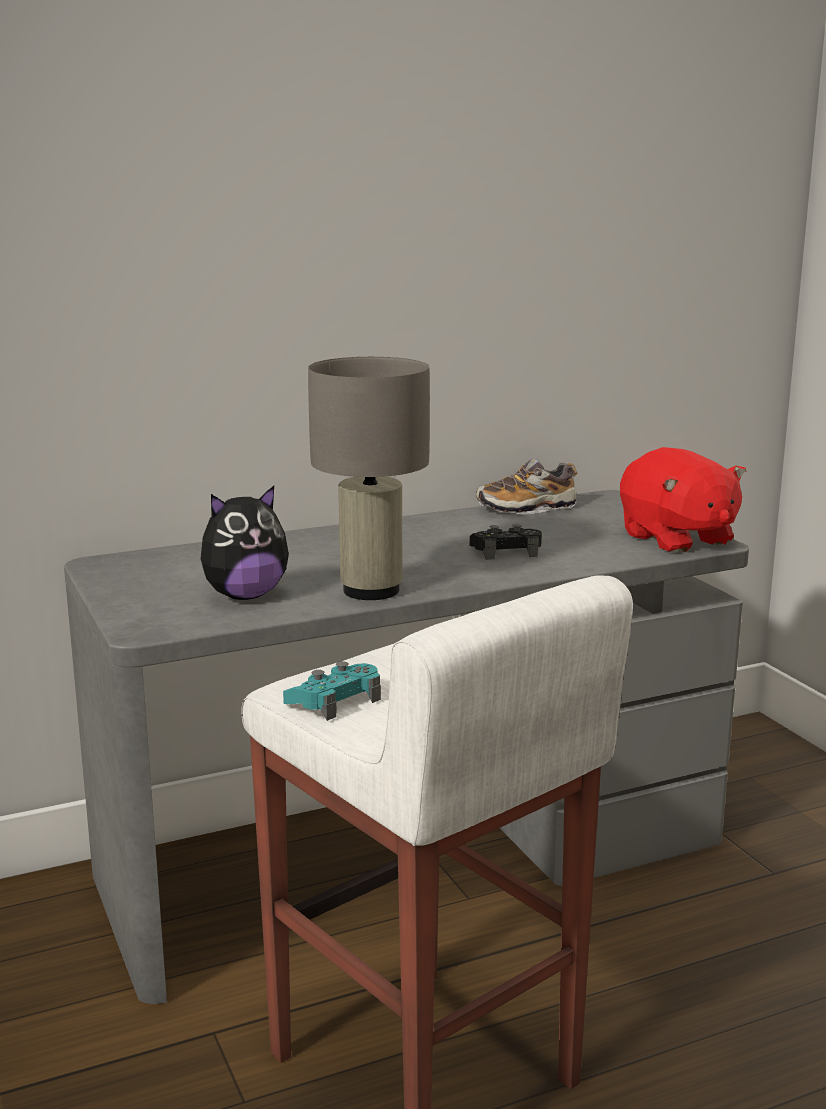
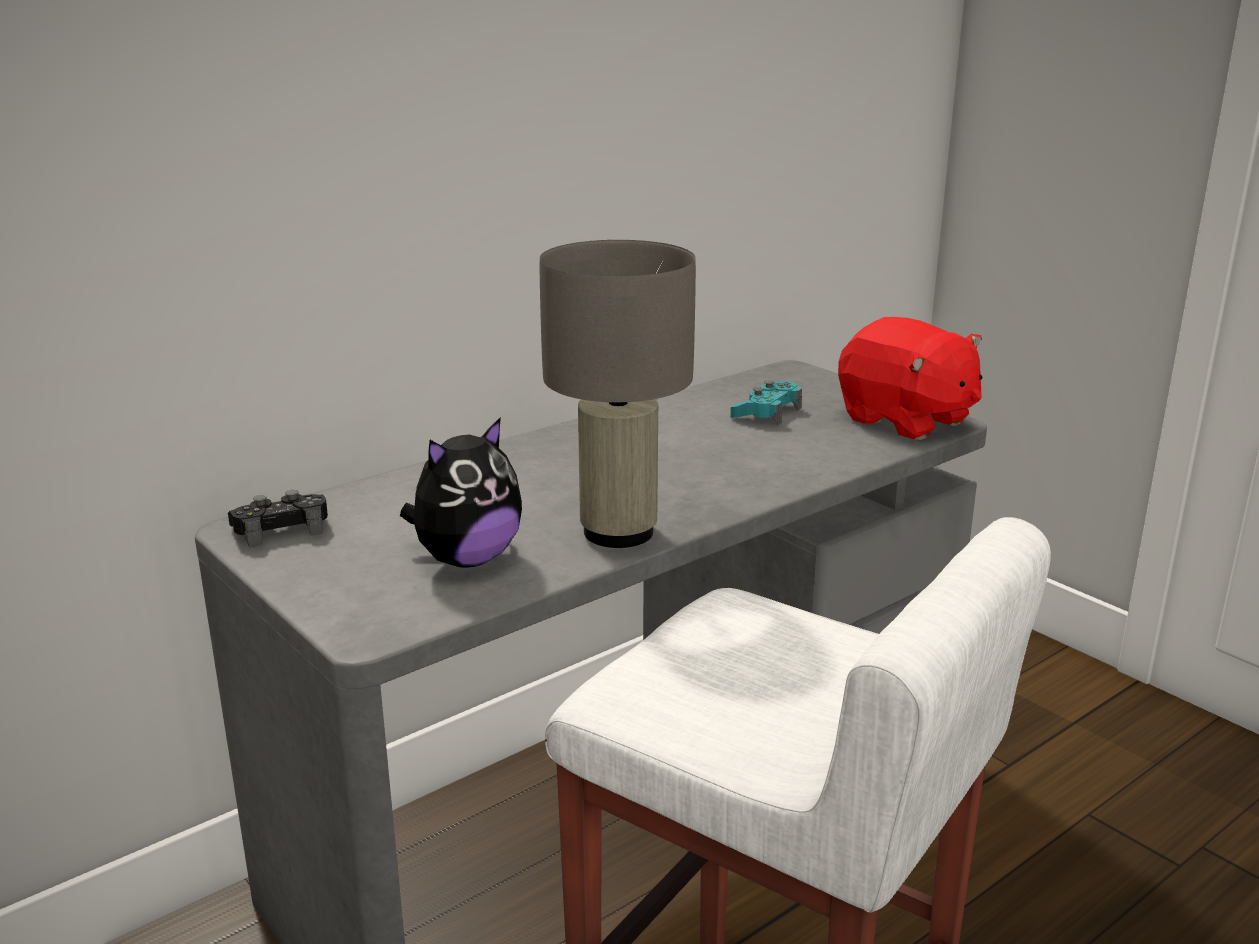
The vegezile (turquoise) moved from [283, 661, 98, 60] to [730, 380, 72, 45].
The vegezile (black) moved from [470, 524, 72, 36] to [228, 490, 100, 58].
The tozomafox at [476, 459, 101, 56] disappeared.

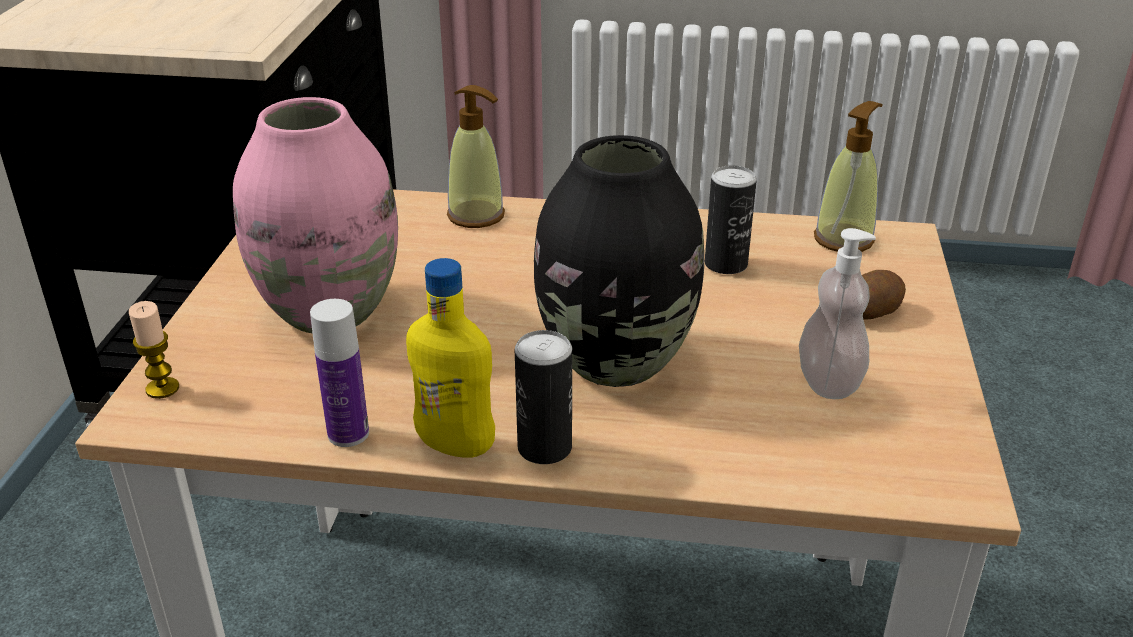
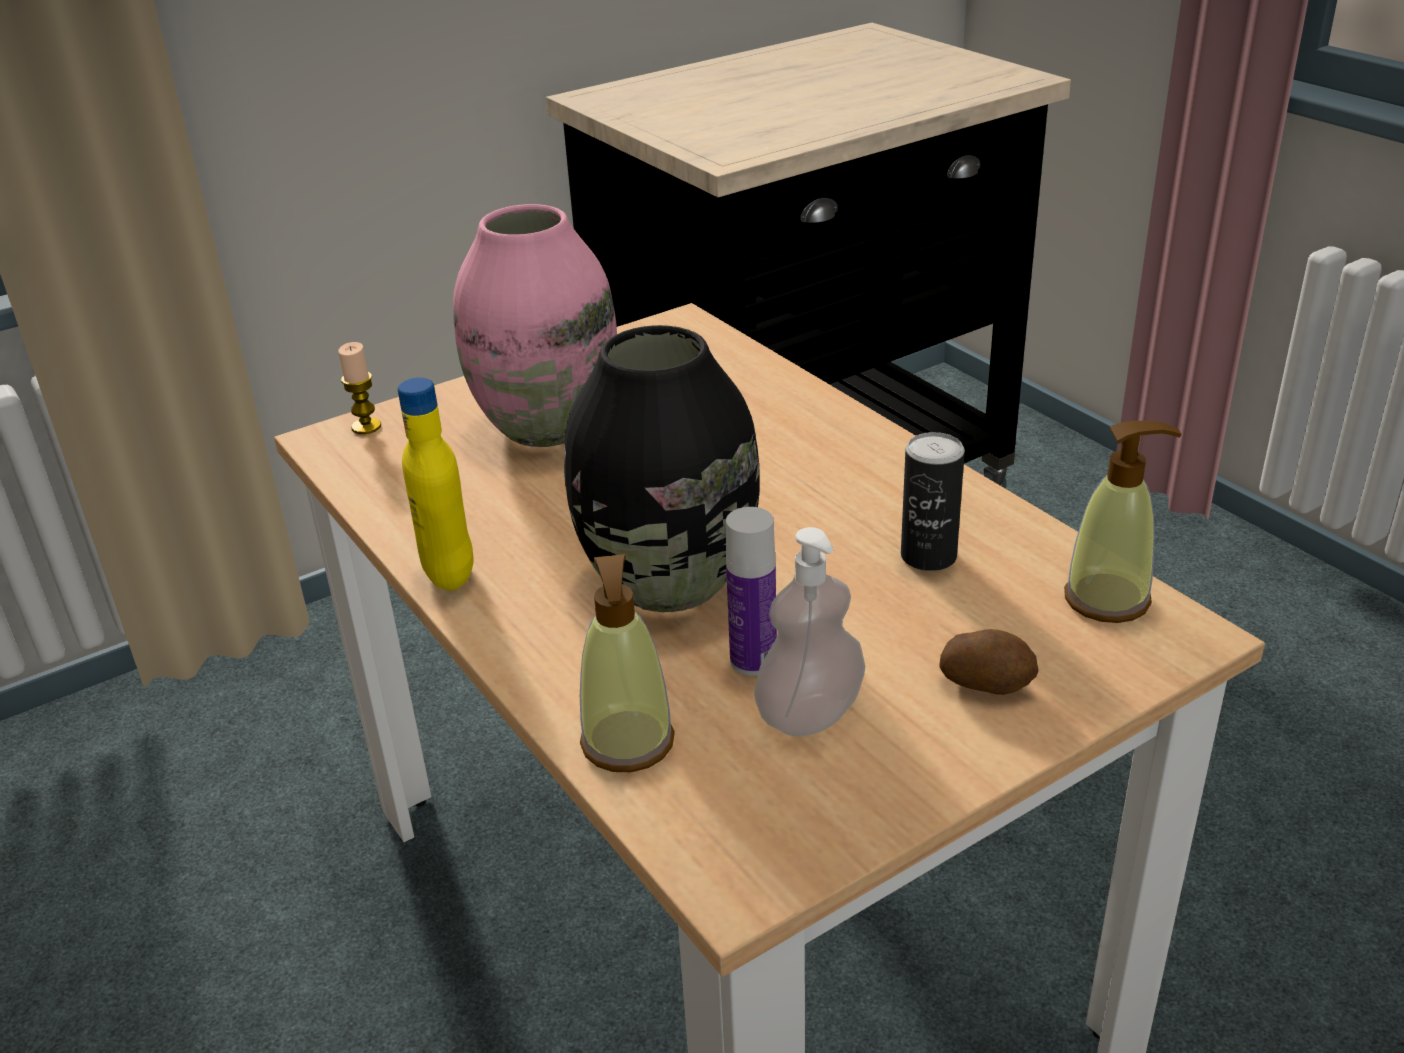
The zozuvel moved from [310, 299, 59, 148] to [726, 507, 51, 169].
The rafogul moved from [447, 85, 58, 143] to [580, 554, 95, 218].
The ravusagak at [515, 330, 57, 134] disappeared.

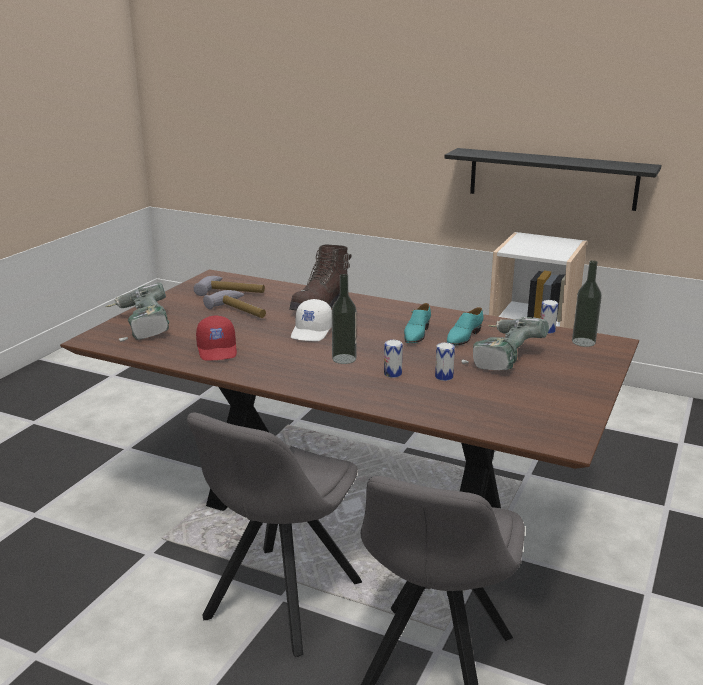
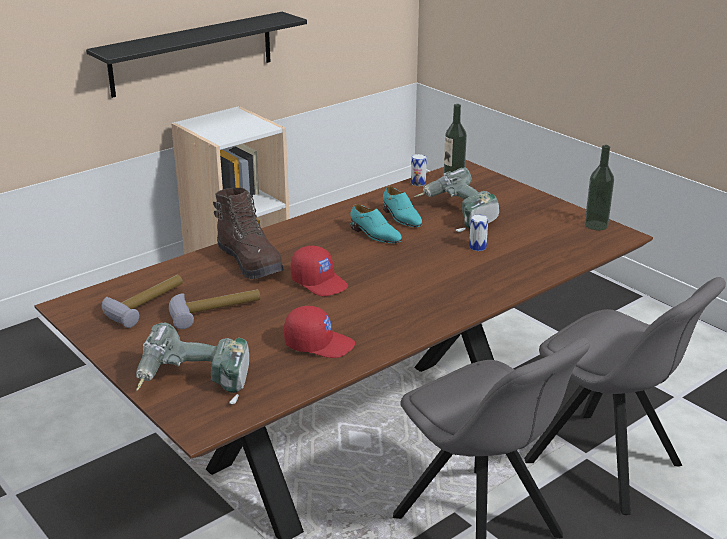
The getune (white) at [291, 299, 41, 42] became the getune (red) at [291, 246, 57, 50].
The zozuvel moved from [332, 274, 25, 90] to [585, 145, 29, 85].
The ravusagak at [384, 340, 19, 38] disappeared.

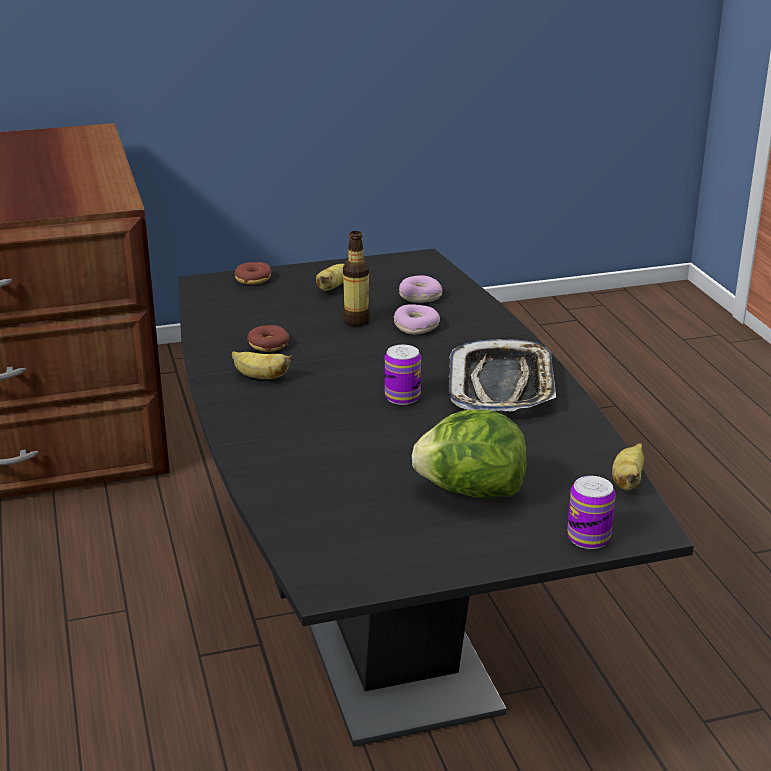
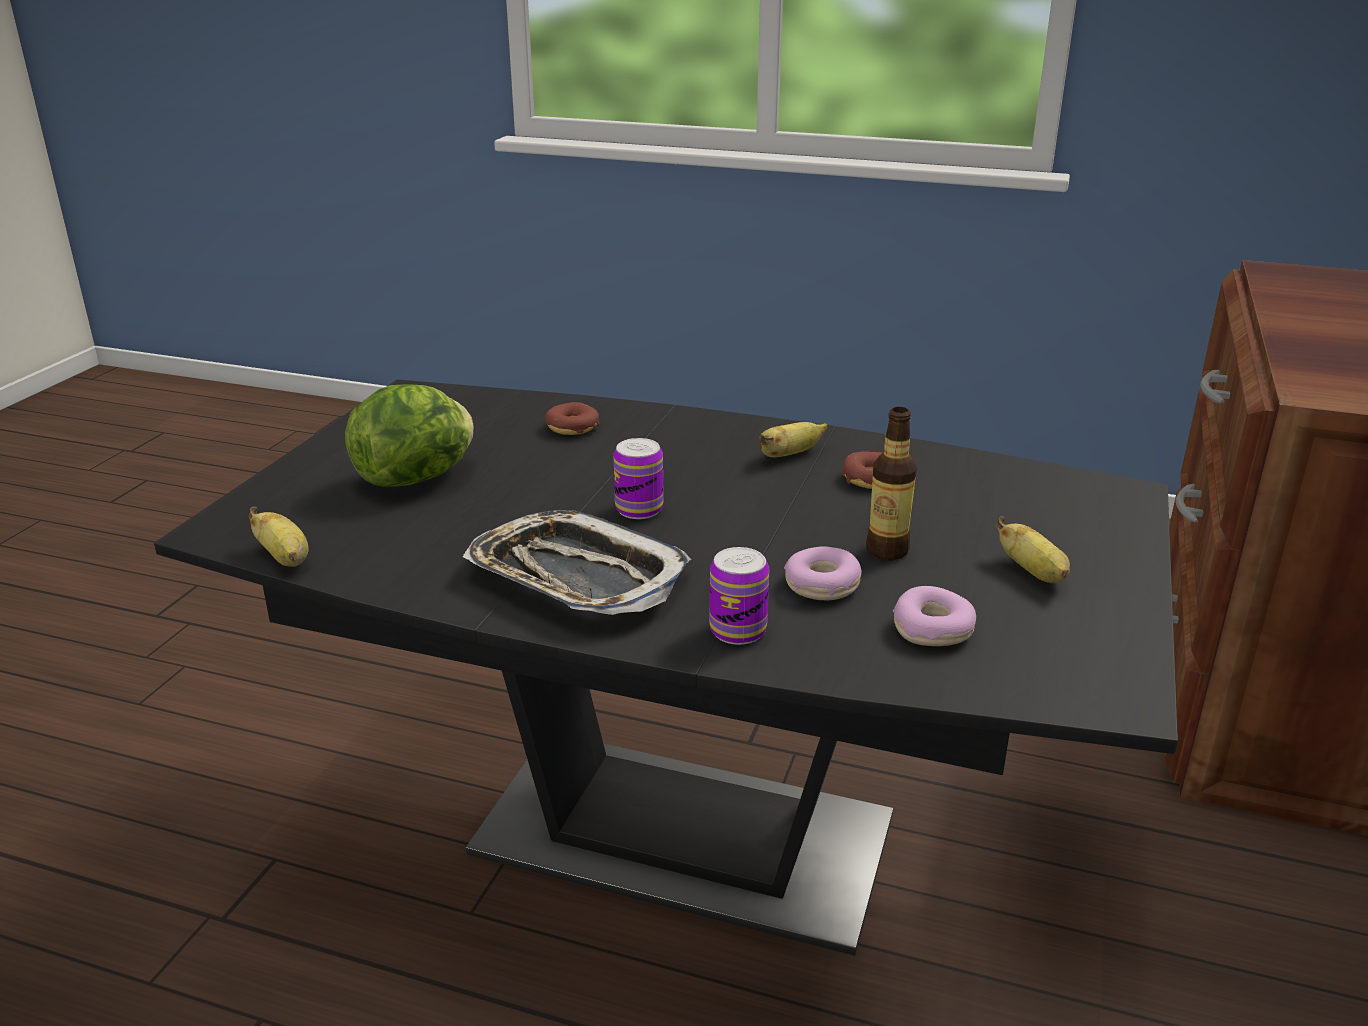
The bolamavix moved from [234, 262, 37, 22] to [545, 402, 54, 33].
The ravusagak moved from [567, 476, 48, 73] to [709, 547, 60, 98].

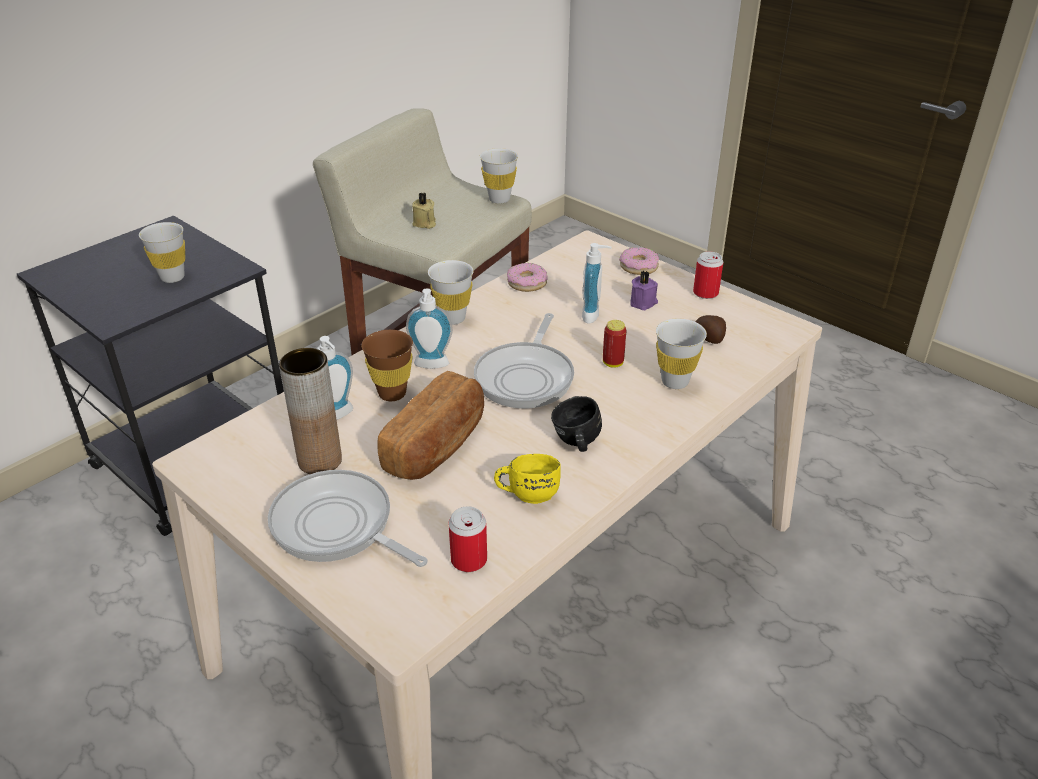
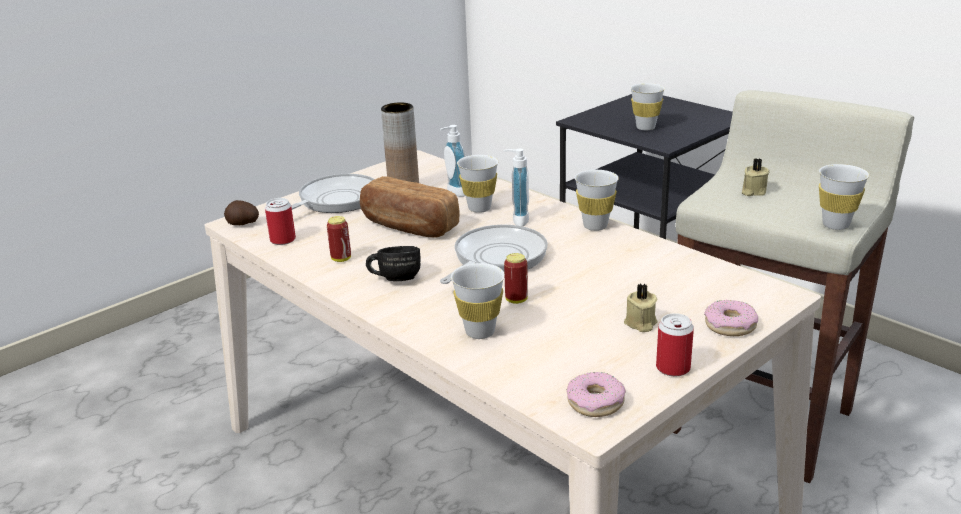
The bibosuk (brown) at [361, 330, 52, 71] became the bibosuk (white) at [457, 155, 41, 58].
The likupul at [474, 313, 100, 95] turned 105 degrees clockwise.
The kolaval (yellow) at [494, 454, 67, 50] was replaced by the ravusagak at [327, 216, 24, 46].
The bolamavix moved from [507, 263, 40, 29] to [567, 372, 59, 45].
The rafogul at [582, 243, 30, 80] disappeared.
The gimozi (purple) at [630, 271, 28, 39] became the gimozi (beige) at [624, 284, 33, 48].
The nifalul moved from [696, 315, 30, 29] to [224, 200, 35, 25].

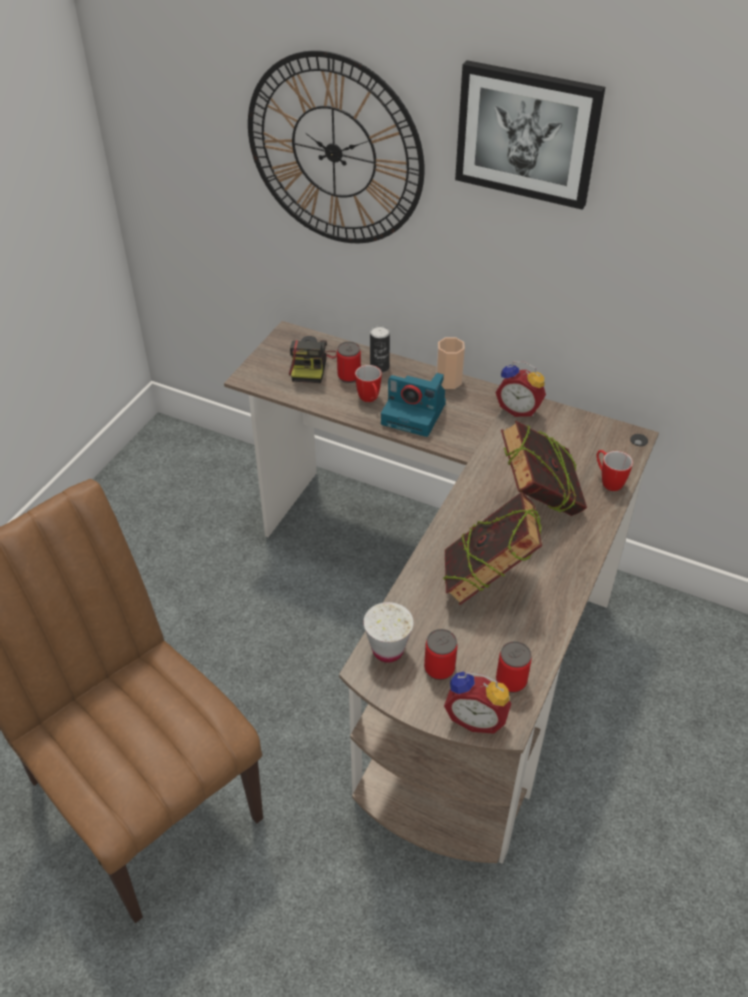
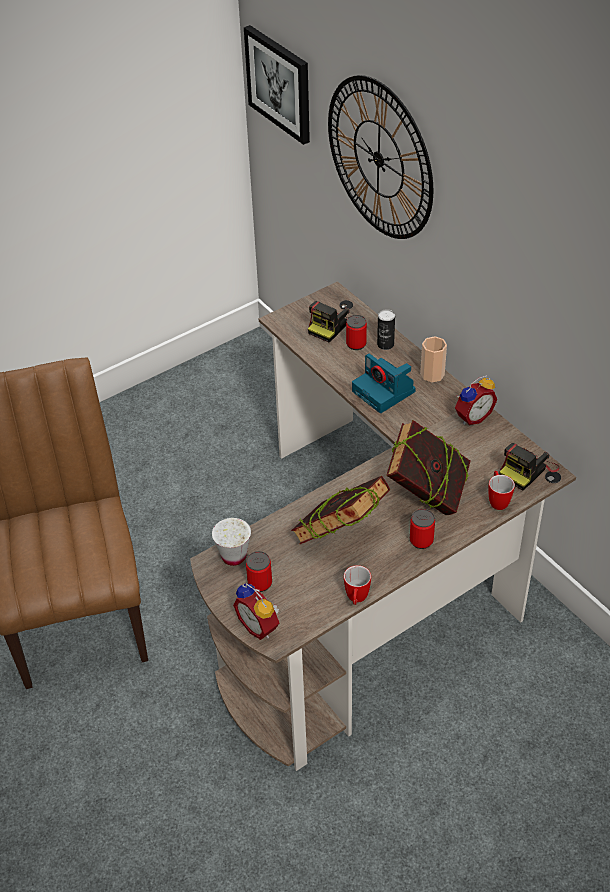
The kolaval moved from [355, 365, 27, 37] to [344, 565, 27, 40].
The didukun moved from [455, 60, 150, 150] to [244, 25, 66, 120].
The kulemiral at [495, 361, 51, 56] turned 90 degrees counterclockwise.
The ravusagak moved from [496, 641, 36, 52] to [410, 509, 25, 40].
The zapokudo at [500, 443, 60, 48] appeared.

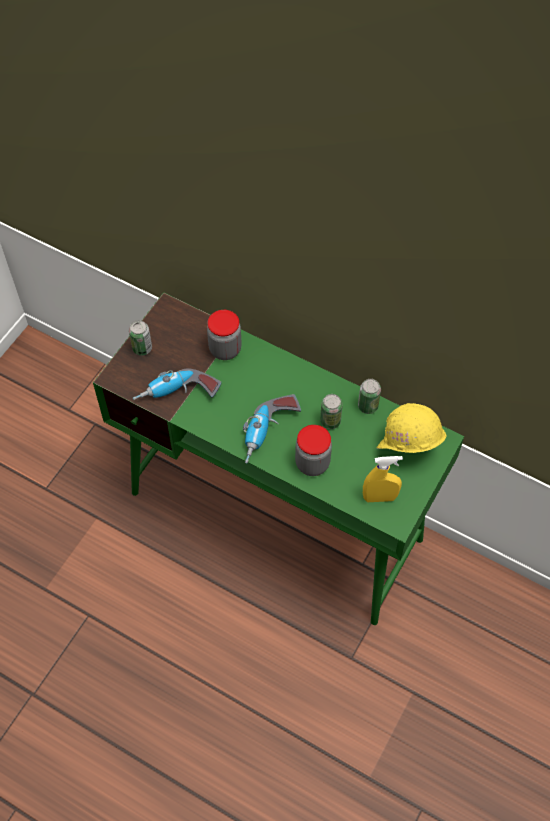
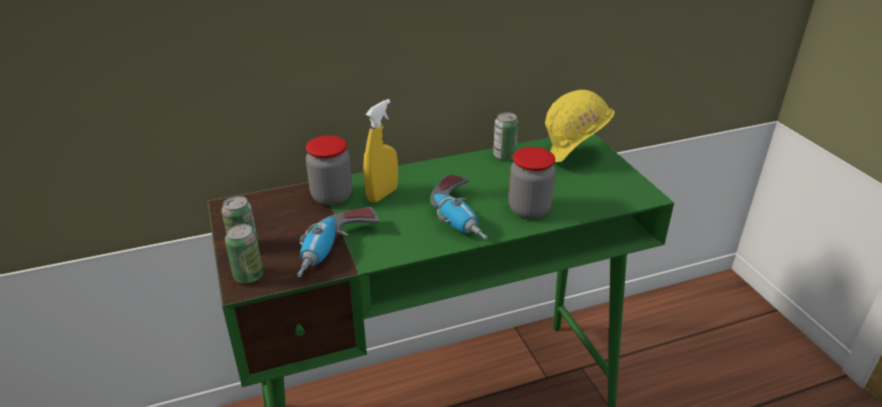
The ravusagak moved from [320, 394, 23, 35] to [225, 224, 38, 59].
The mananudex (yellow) moved from [363, 456, 40, 46] to [363, 99, 35, 104].

